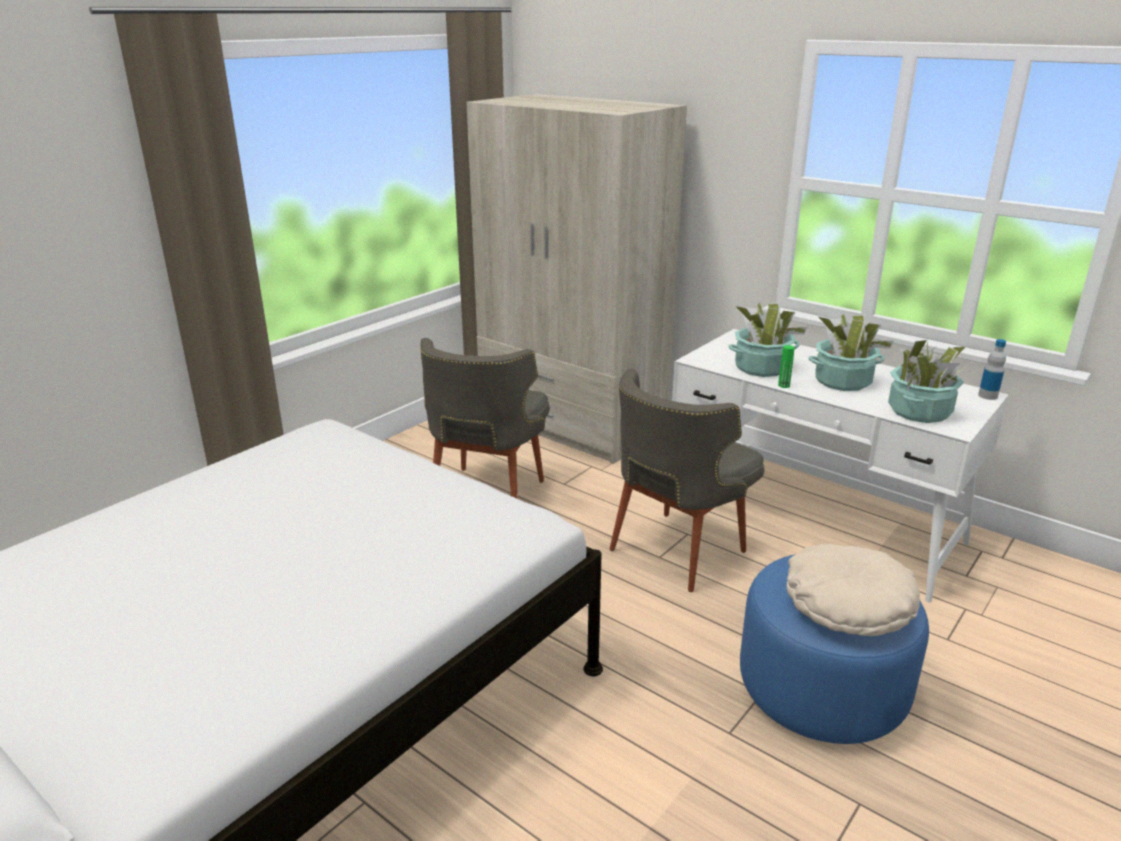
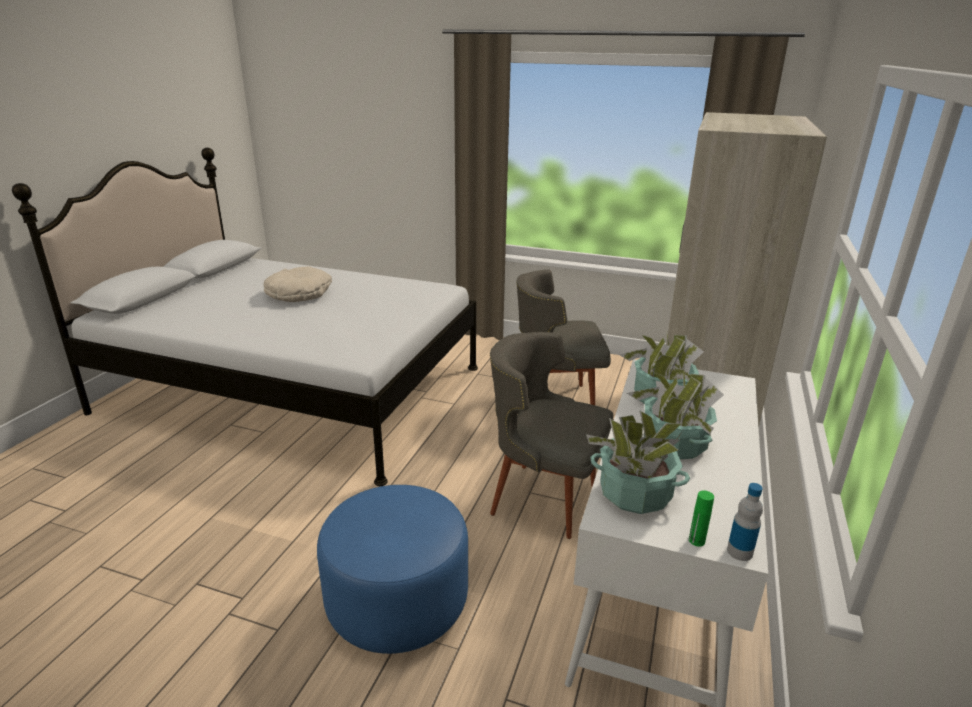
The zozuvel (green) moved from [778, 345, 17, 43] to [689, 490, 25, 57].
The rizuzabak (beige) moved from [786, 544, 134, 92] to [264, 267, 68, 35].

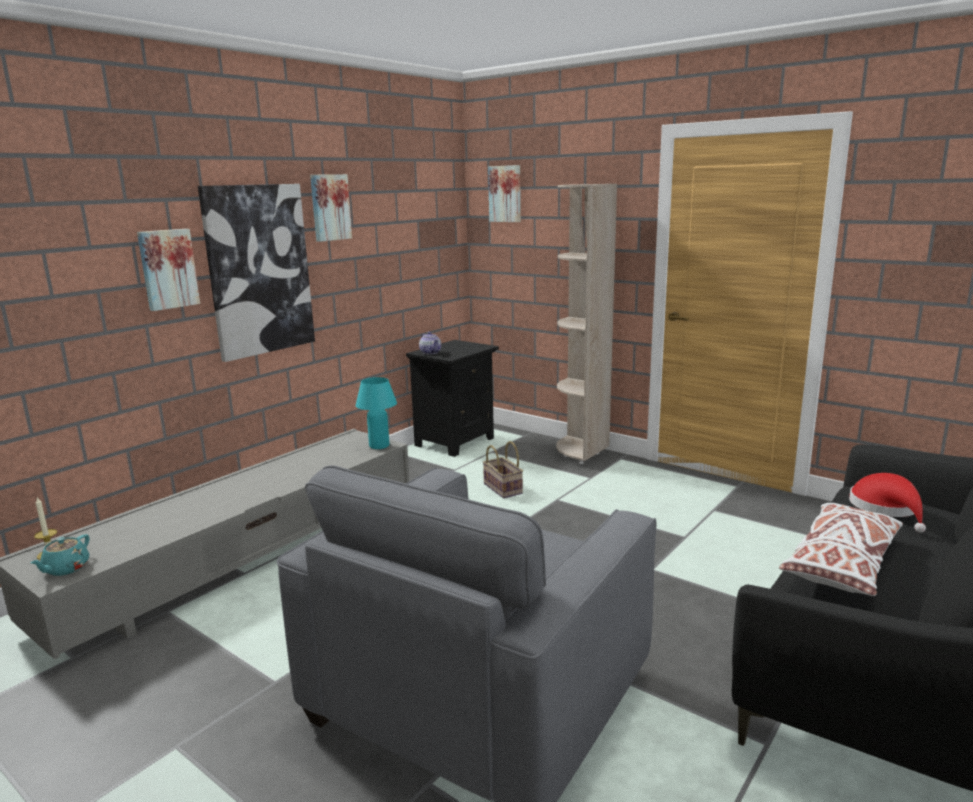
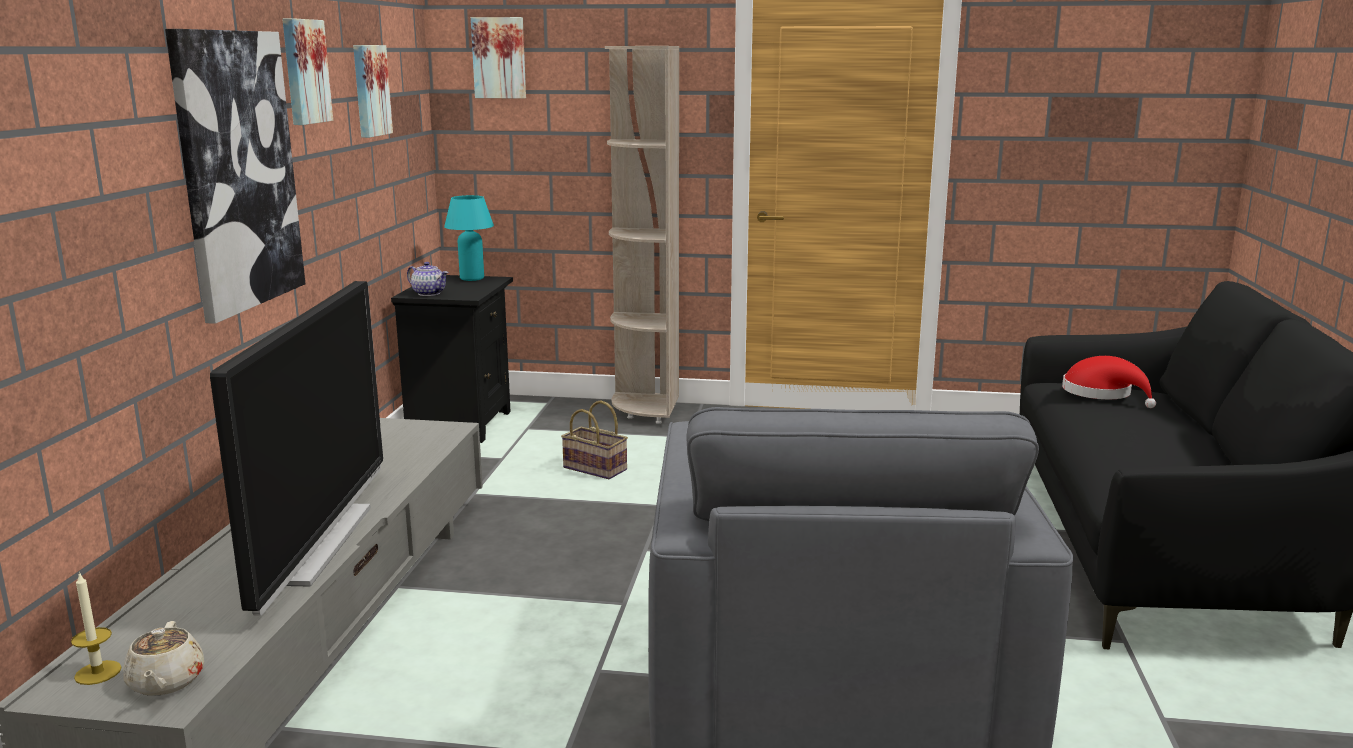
The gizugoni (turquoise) at [31, 534, 58, 42] became the gizugoni (beige) at [123, 621, 81, 75].
The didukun moved from [137, 229, 63, 82] to [353, 45, 40, 93].
The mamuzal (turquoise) moved from [356, 377, 41, 72] to [444, 195, 50, 86].
The rizuzabak (white) at [779, 503, 124, 93] disappeared.
The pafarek at [210, 281, 173, 335] appeared.

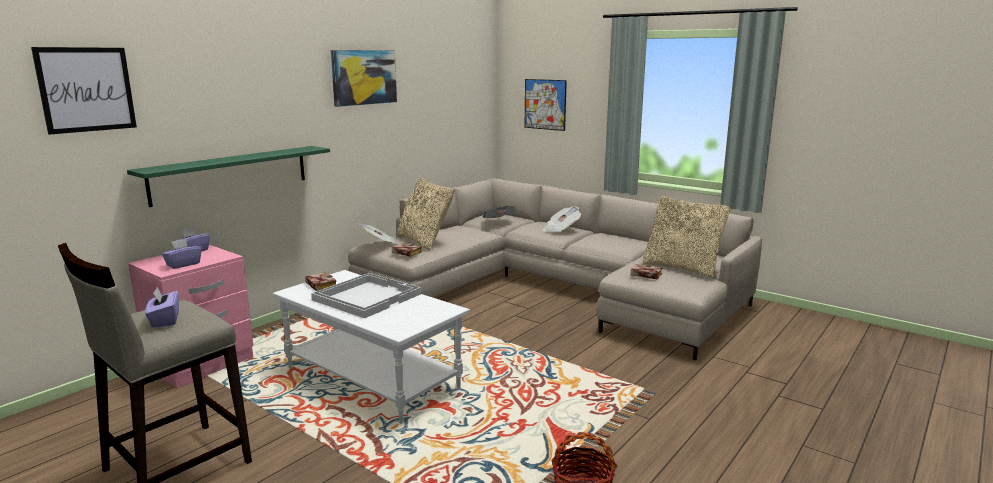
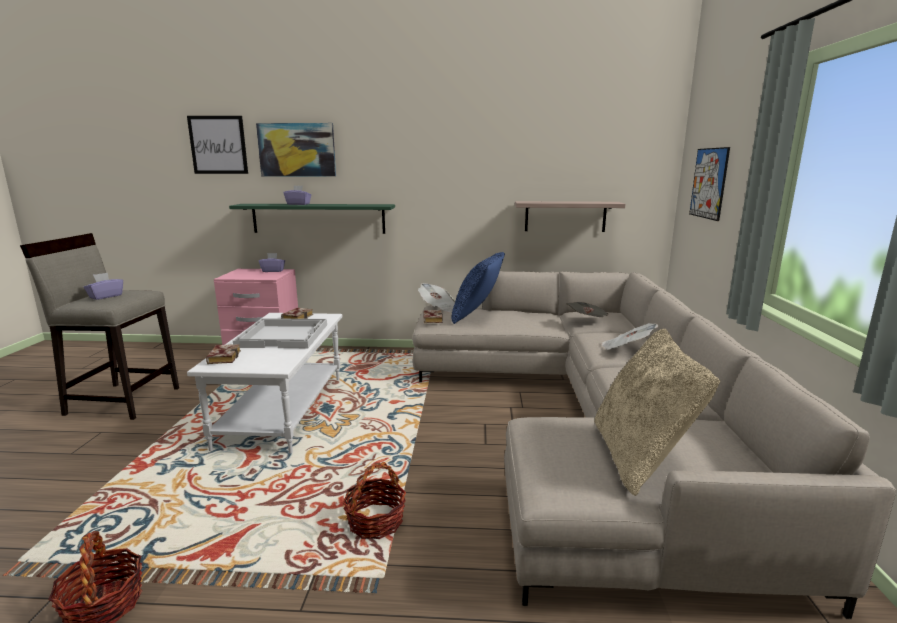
The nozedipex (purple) moved from [162, 239, 40, 30] to [284, 185, 27, 20].
The didukun moved from [331, 50, 66, 57] to [256, 123, 80, 54].
The rizuzabak (beige) at [398, 178, 57, 72] became the rizuzabak (blue) at [451, 252, 54, 72].
The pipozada moved from [630, 264, 32, 16] to [206, 344, 35, 20].
The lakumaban at [342, 462, 64, 77] appeared.
The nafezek at [515, 201, 110, 31] appeared.

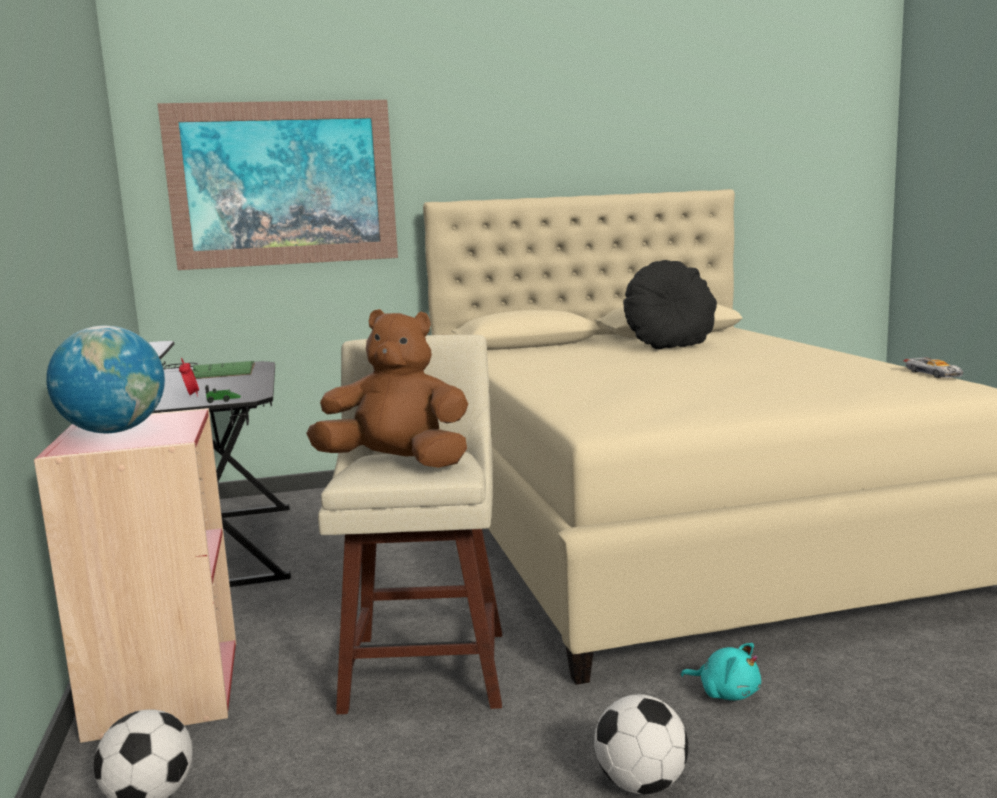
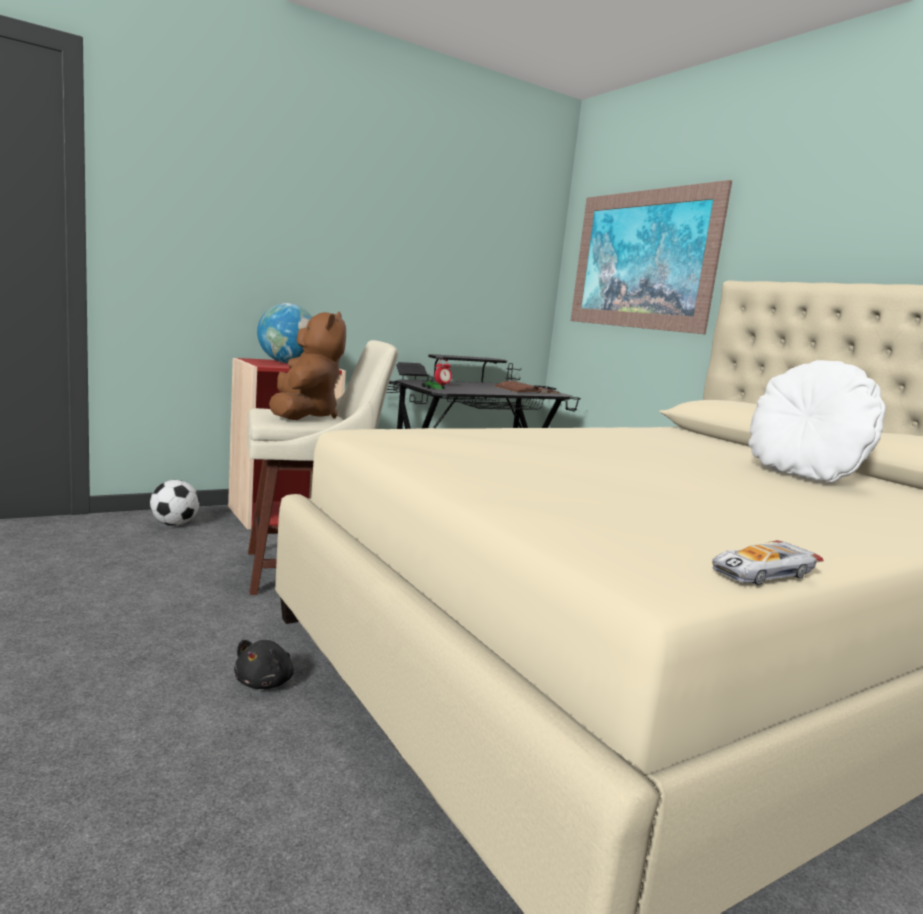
The pipozada (green) at [193, 361, 62, 18] became the pipozada (brown) at [494, 381, 65, 13].
The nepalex at [594, 694, 94, 100] disappeared.
The rizuzabak (black) at [623, 260, 94, 89] became the rizuzabak (white) at [748, 360, 138, 123].
The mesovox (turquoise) at [680, 643, 81, 57] became the mesovox (black) at [234, 640, 60, 49].

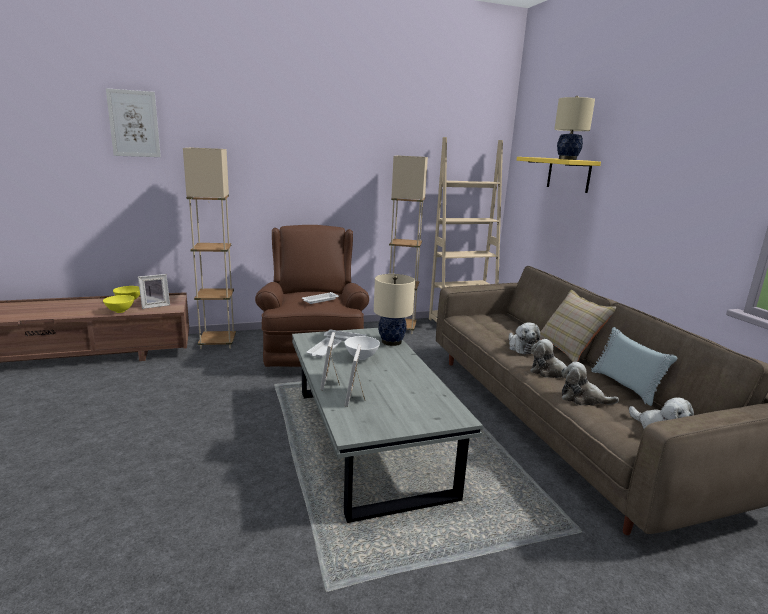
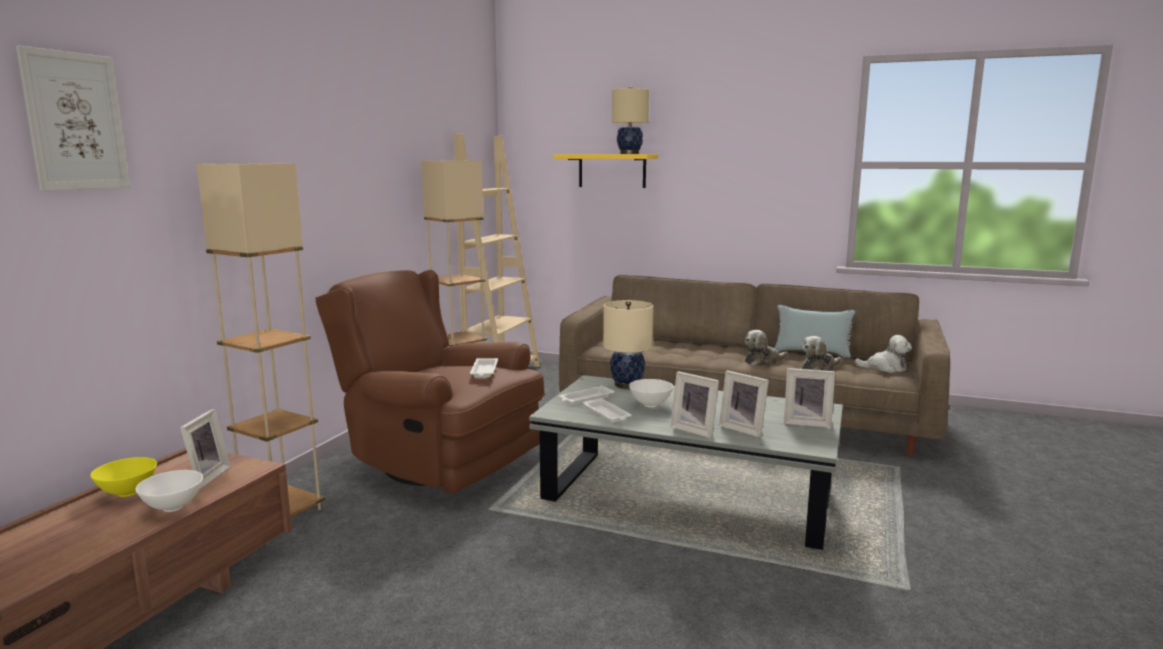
The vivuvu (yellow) at [103, 295, 32, 18] became the vivuvu (white) at [135, 470, 68, 42].
The mesovox at [509, 322, 31, 33] disappeared.
The rizuzabak (beige) at [540, 290, 76, 72] disappeared.
The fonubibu at [784, 368, 51, 60] appeared.

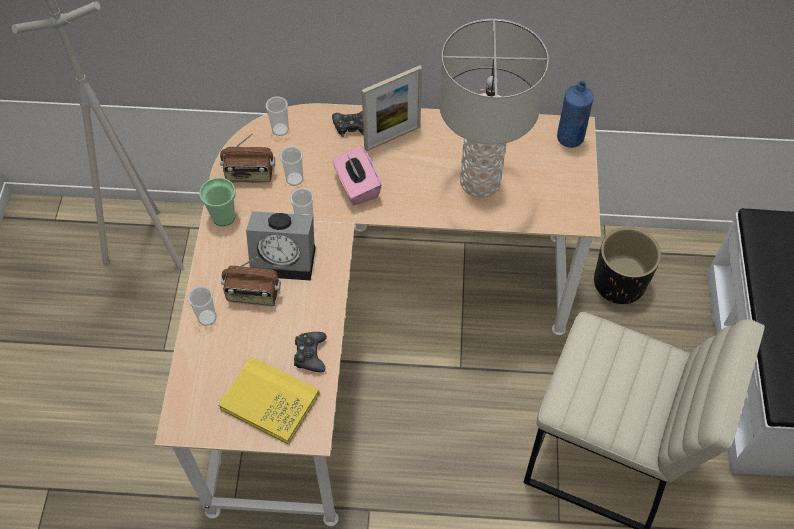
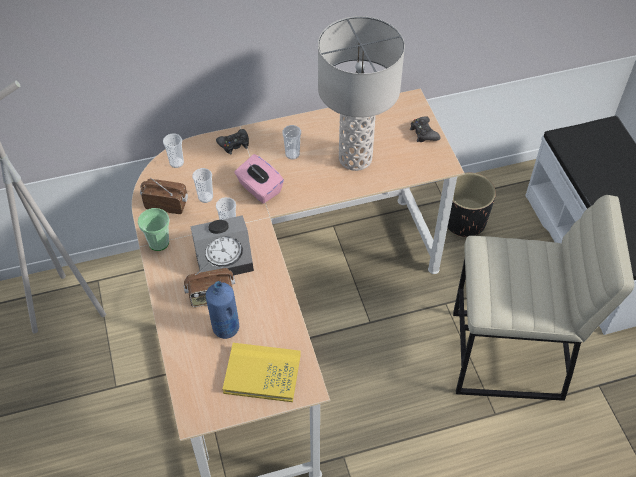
The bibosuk moved from [188, 286, 29, 40] to [282, 125, 19, 34].
The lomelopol at [220, 133, 55, 50] turned 150 degrees counterclockwise.
The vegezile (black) moved from [294, 332, 33, 41] to [410, 116, 30, 26].
The fonubibu at [362, 65, 60, 86] disappeared.
The zozuvel (blue) moved from [557, 81, 37, 67] to [206, 281, 33, 58].

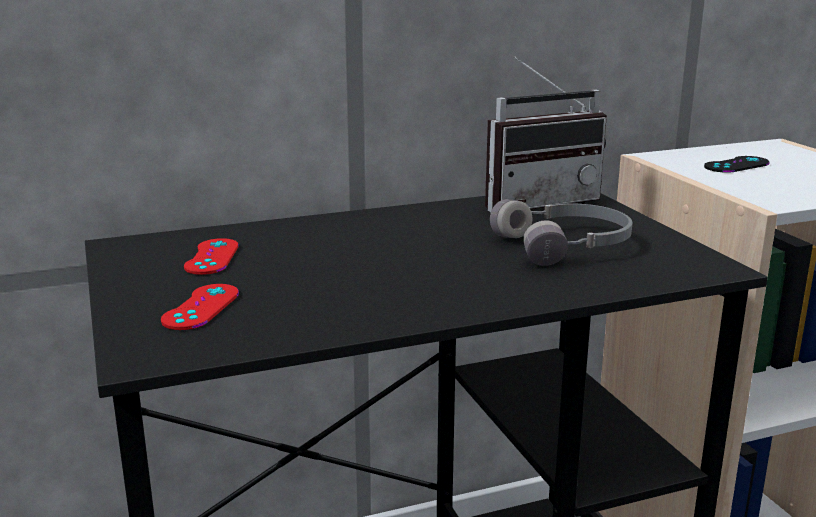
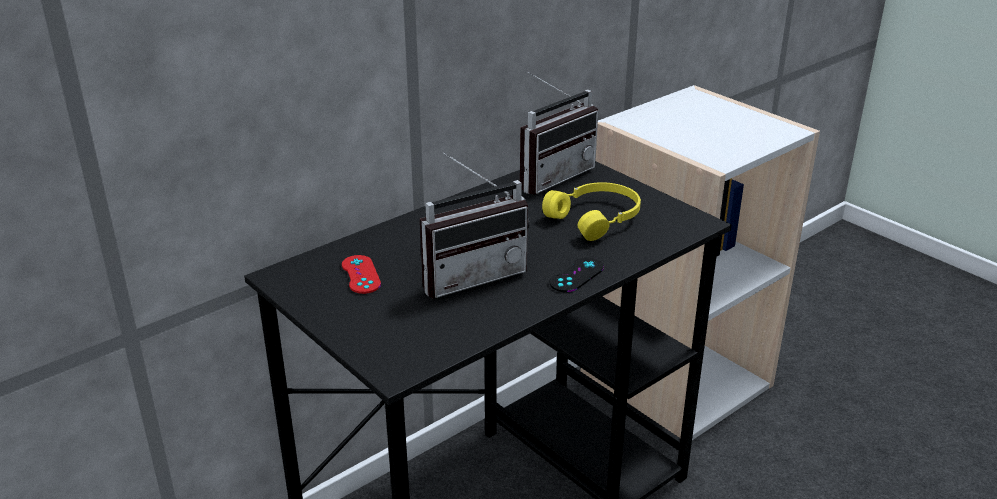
The vegezile (red) at [161, 284, 78, 46] disappeared.
The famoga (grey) at [490, 199, 142, 67] became the famoga (yellow) at [542, 182, 99, 59].
The vegezile (black) moved from [704, 156, 66, 17] to [549, 257, 55, 35].
The lomelopol at [420, 153, 110, 146] appeared.

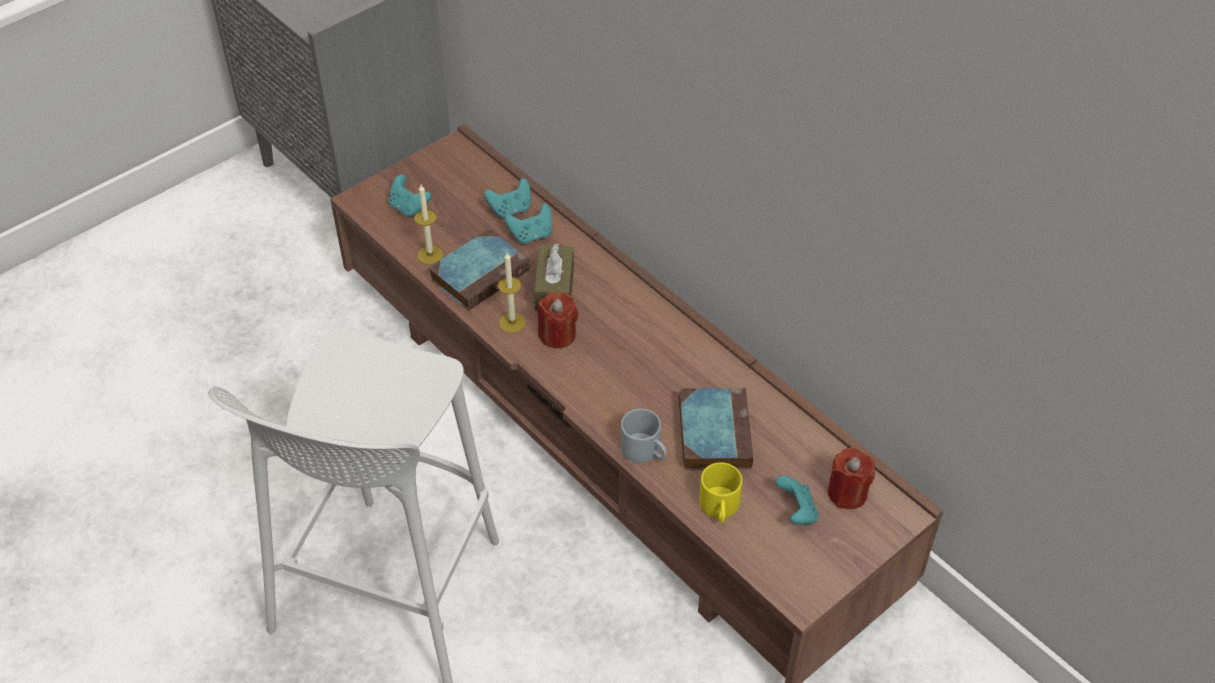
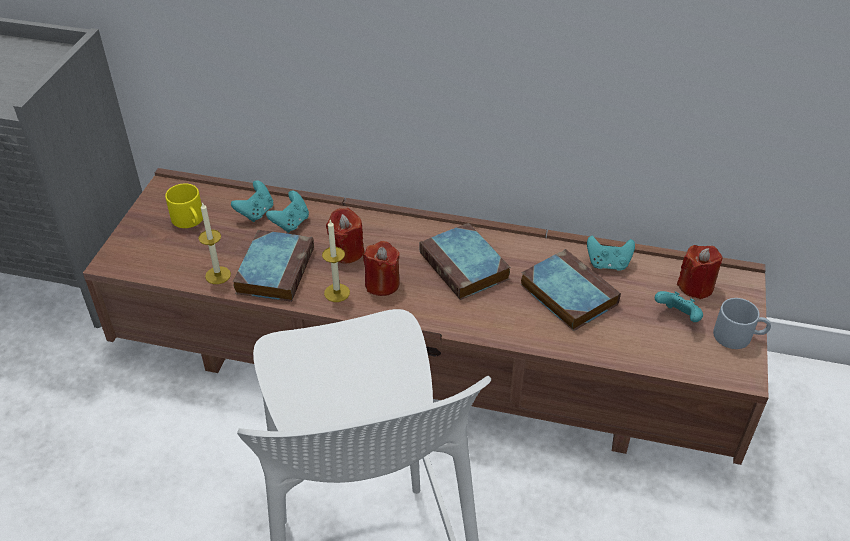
The vegezile (turquoise) moved from [389, 174, 43, 44] to [587, 236, 48, 35].
The nozedipex (brown) at [534, 243, 40, 68] was replaced by the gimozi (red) at [326, 208, 38, 56].
The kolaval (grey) moved from [621, 409, 46, 54] to [713, 298, 58, 51].
The kolaval (yellow) moved from [699, 462, 43, 61] to [165, 183, 38, 45].
The pipozada at [419, 223, 91, 77] appeared.

